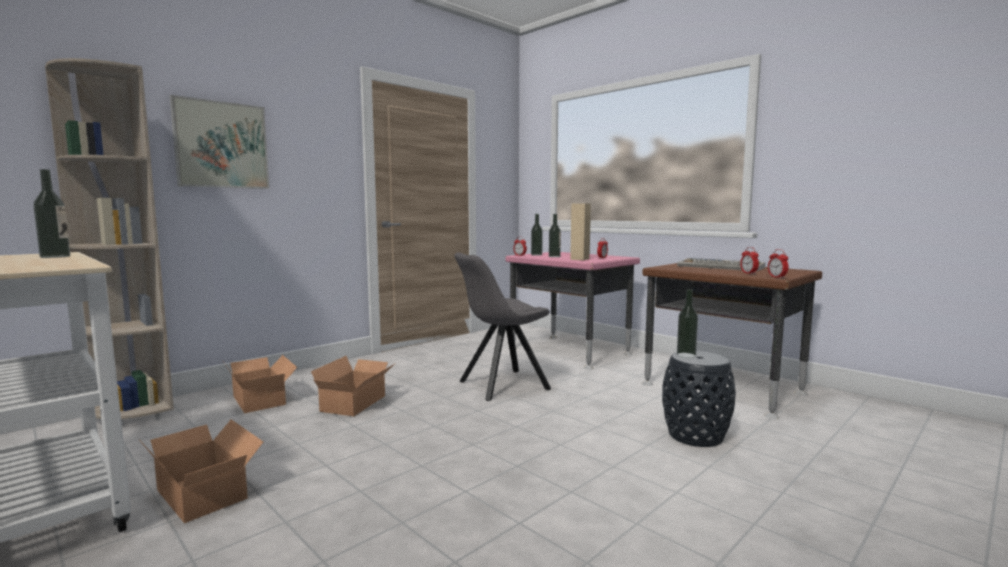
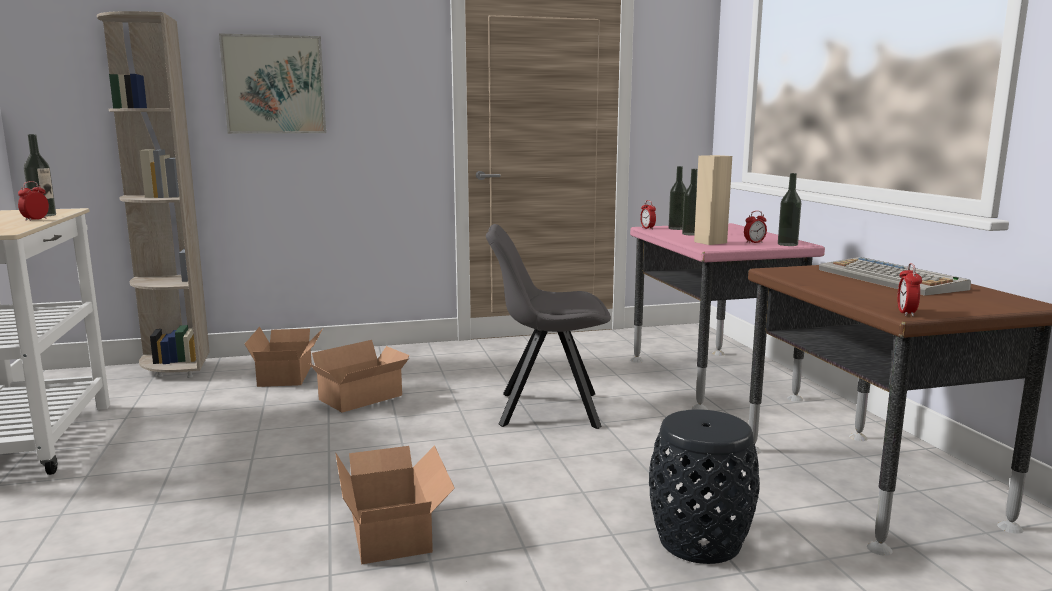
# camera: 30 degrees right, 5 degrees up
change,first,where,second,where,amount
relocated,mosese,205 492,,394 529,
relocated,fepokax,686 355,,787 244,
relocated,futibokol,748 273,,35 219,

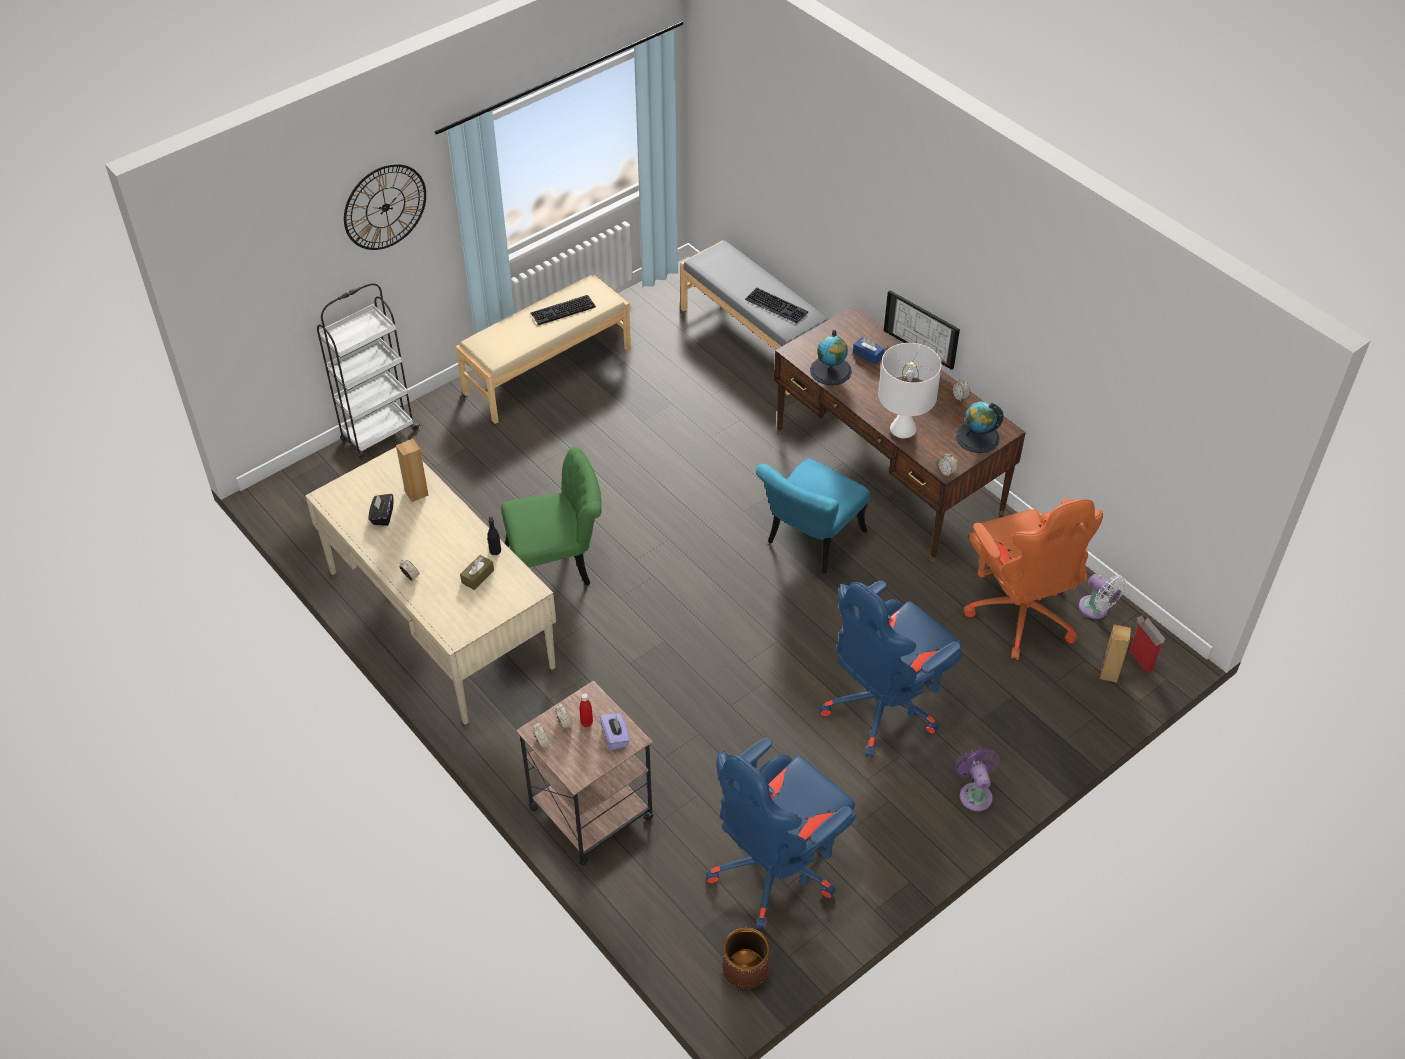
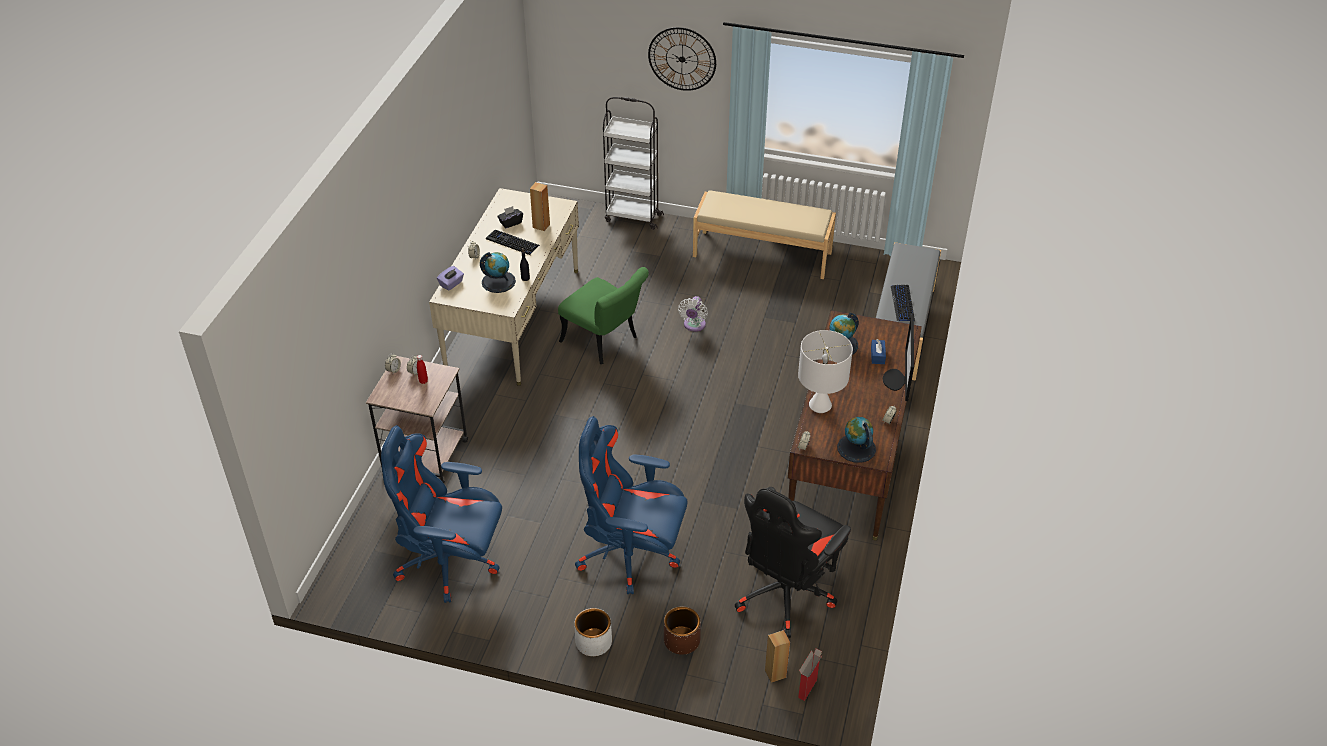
# camera: 55 degrees right, 5 degrees down
change,first,where,second,where,amount
missing,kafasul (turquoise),810 543,,,
relocated,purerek,562 311,,512 243,
relocated,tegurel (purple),615 737,,451 284,
relocated,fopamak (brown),745 968,,681 640,
relocated,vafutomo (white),1096 609,,694 326,
exchanged,tegurel (brown),477 576,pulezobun,498 281,
exchanged,vafutomo (purple),975 793,fopamak (white),593 642,
colour,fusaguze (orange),1017 607,fusaguze (black),789 589,

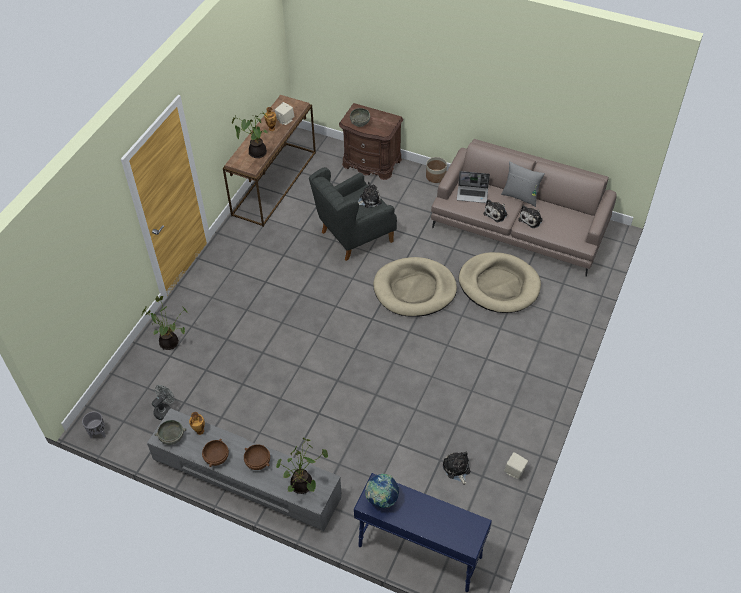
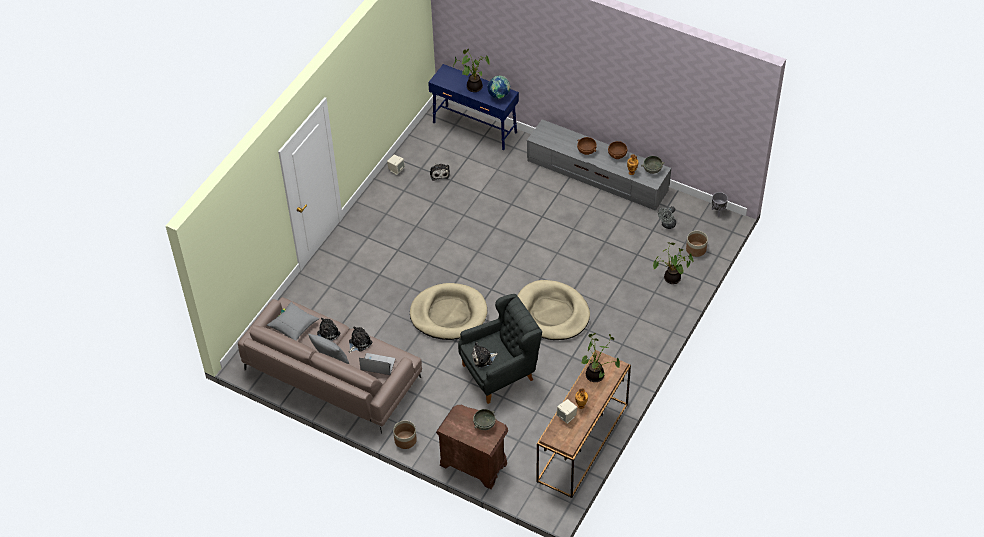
# camera: 175 degrees left, 0 degrees up
change,first,where,second,where,amount
appeared,,,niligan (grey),294 326,
appeared,,,fopamak,696 249,
relocated,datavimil,303 486,,473 86,
relocated,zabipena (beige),499 285,,552 313,

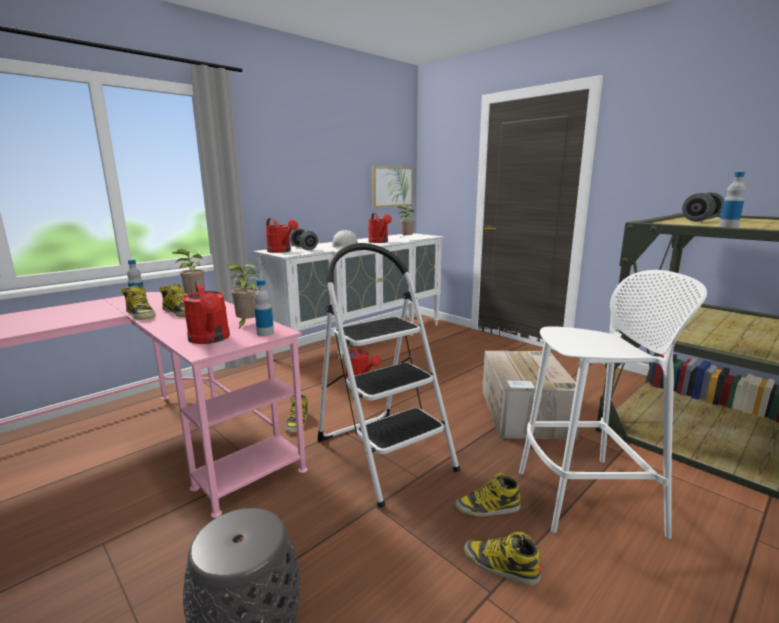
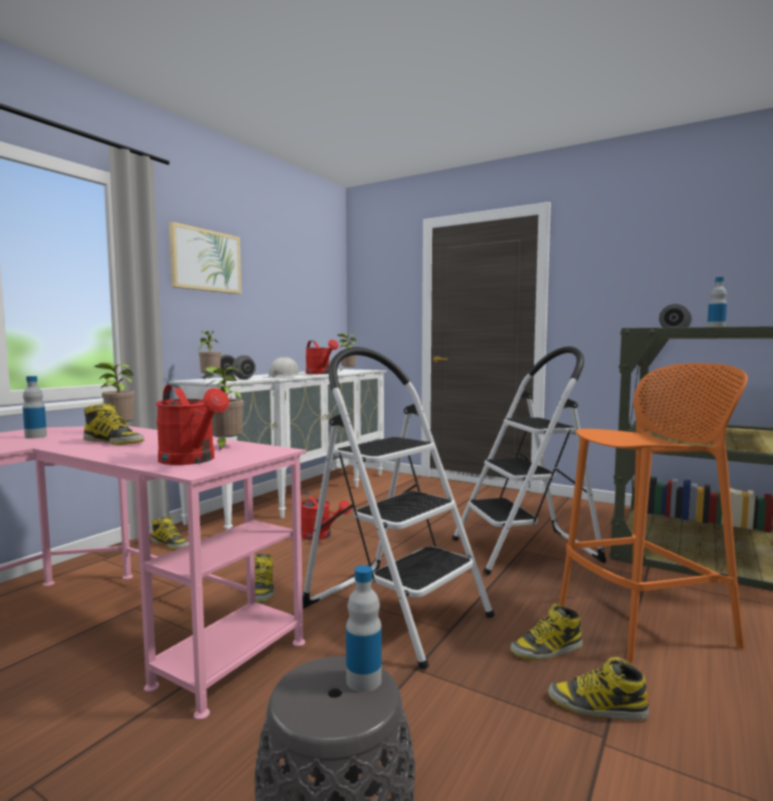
# camera: 15 degrees left, 10 degrees down
change,first,where,second,where,amount
relocated,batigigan,141 315,,170 544,
relocated,fepokax,265 333,,364 680,
relocated,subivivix,392 186,,206 260,
exchanged,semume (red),281 251,datavimil,210 380,
exchanged,mosese,525 413,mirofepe,529 551,
colour,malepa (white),588 497,malepa (orange),642 622,

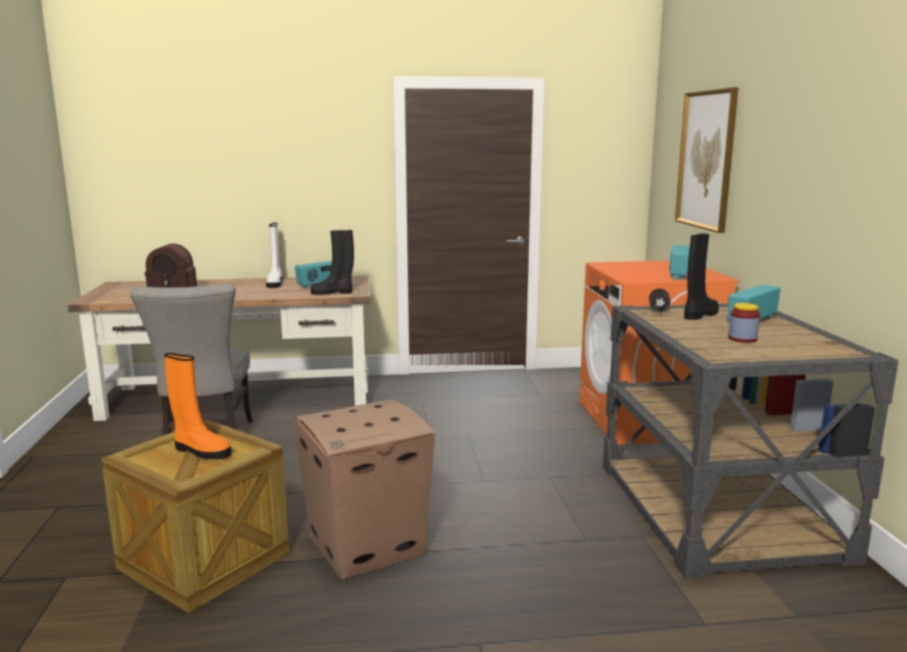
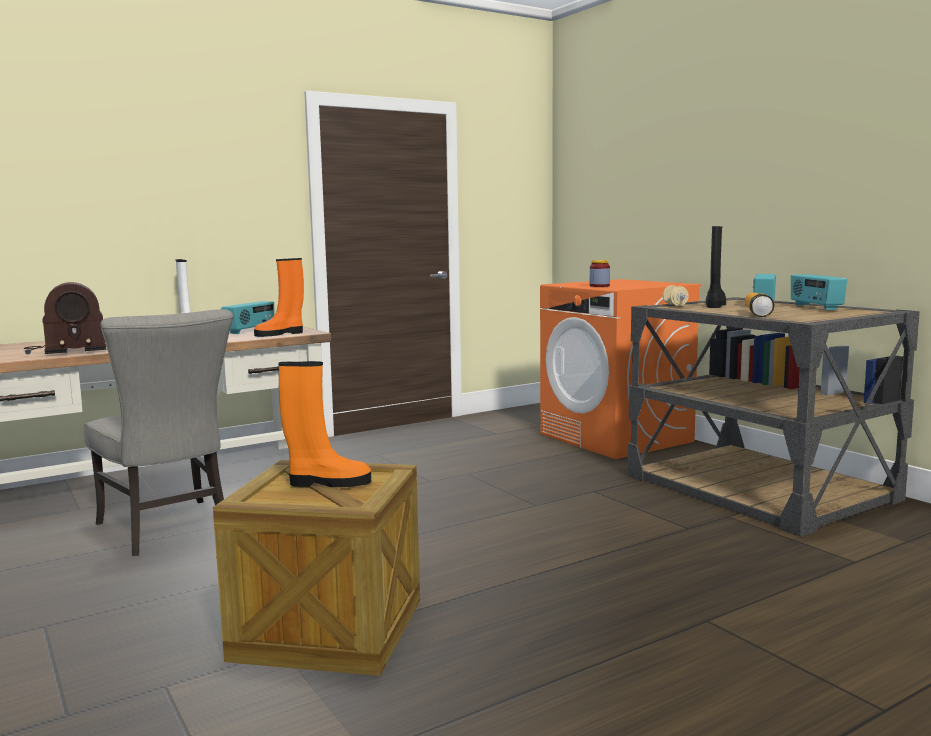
# camera: 25 degrees left, 5 degrees down
change,first,where,second,where,amount
missing,mosese,368 545,,,
missing,subivivix,706 160,,,
appeared,,,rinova,757 314,
relocated,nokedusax,677 274,,815 307,
relocated,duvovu,742 339,,599 286,
colour,batigigan (black),333 292,batigigan (orange),280 334,
colour,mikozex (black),658 309,mikozex (beige),675 305,

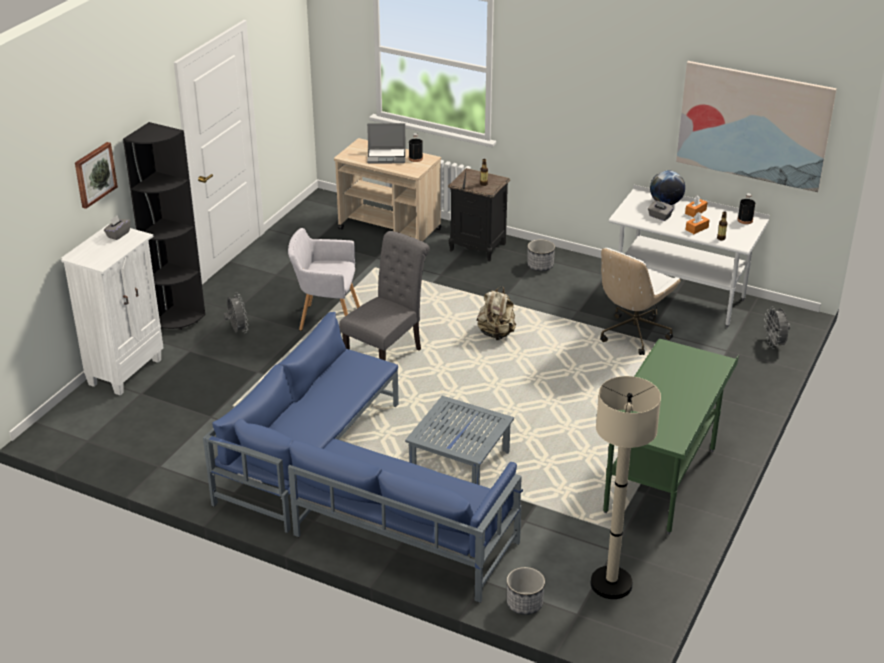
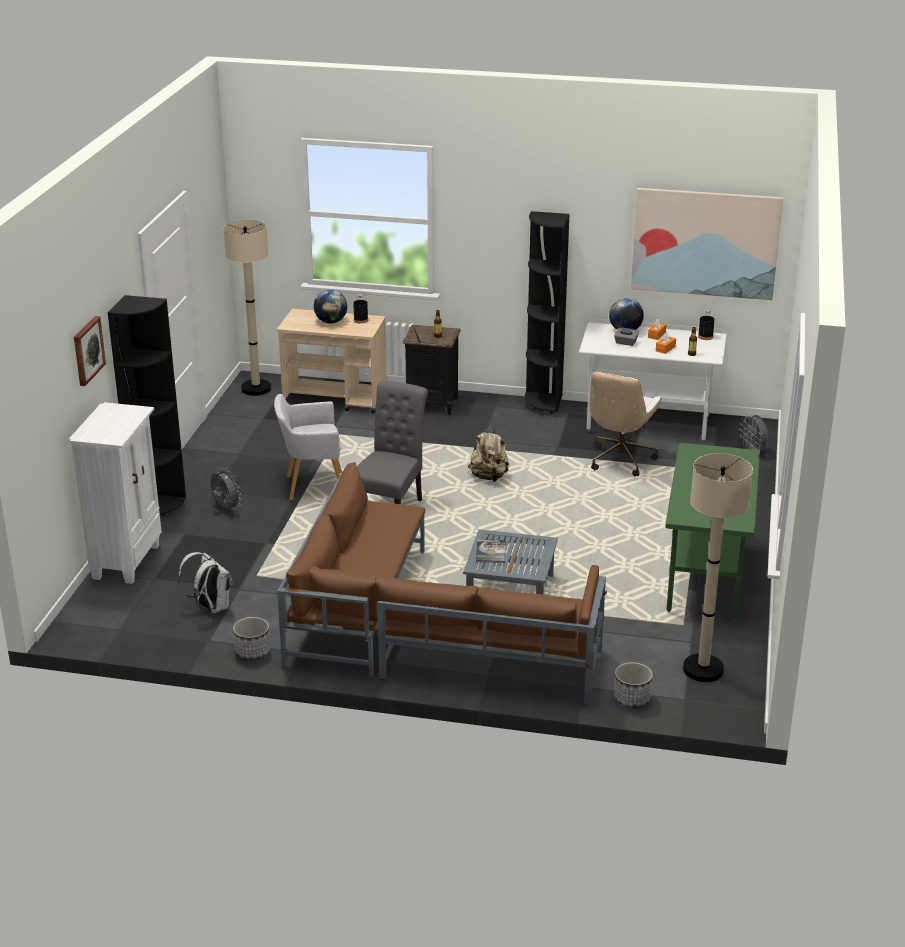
# camera: 15 degrees left, 5 degrees down
change,first,where,second,where,amount
missing,tegurel (grey),118 234,,,
appeared,,,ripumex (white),211 607,
appeared,,,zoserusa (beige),256 389,
appeared,,,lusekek,491 552,
appeared,,,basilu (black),542 406,
relocated,fopamak,540 266,,252 652,
exchanged,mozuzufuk,387 156,pulezobun,331 322,
colour,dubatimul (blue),370 486,dubatimul (brown),433 625,

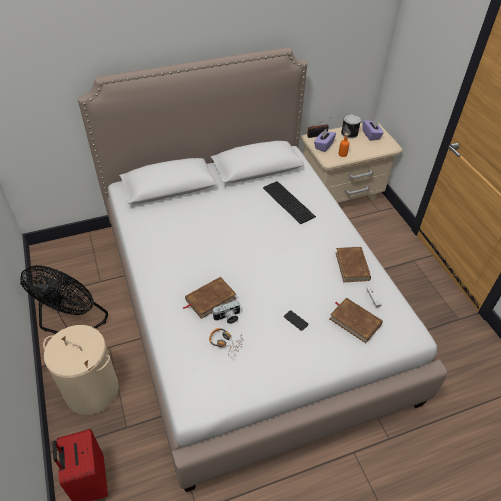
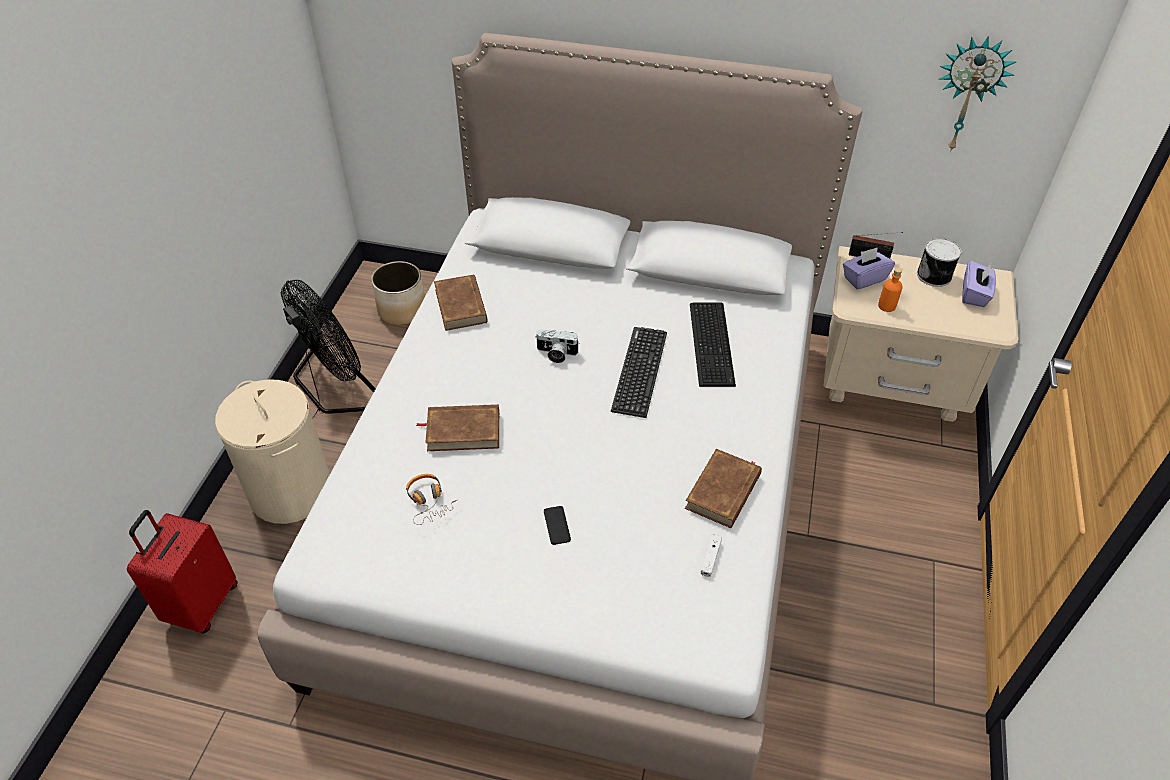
# camera: 35 degrees right, 0 degrees up
change,first,where,second,where,amount
appeared,,,fopamak,402 310,
appeared,,,purerek,639 371,
appeared,,,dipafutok,968 94,
relocated,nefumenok,228 317,,556 354,
relocated,lusekek (brown),355 321,,461 306,

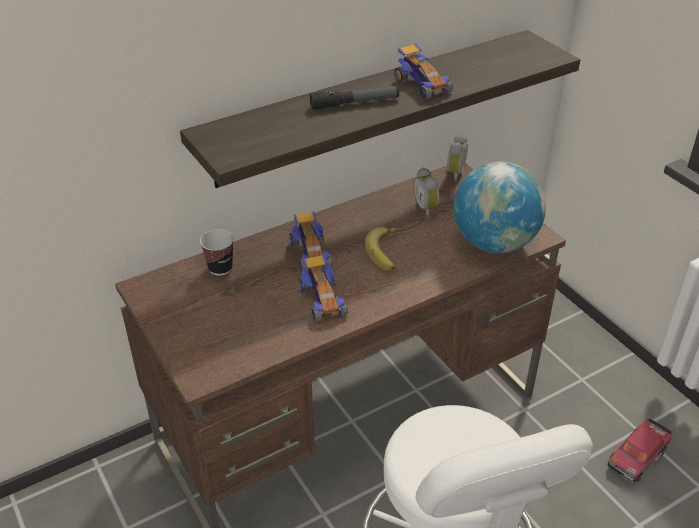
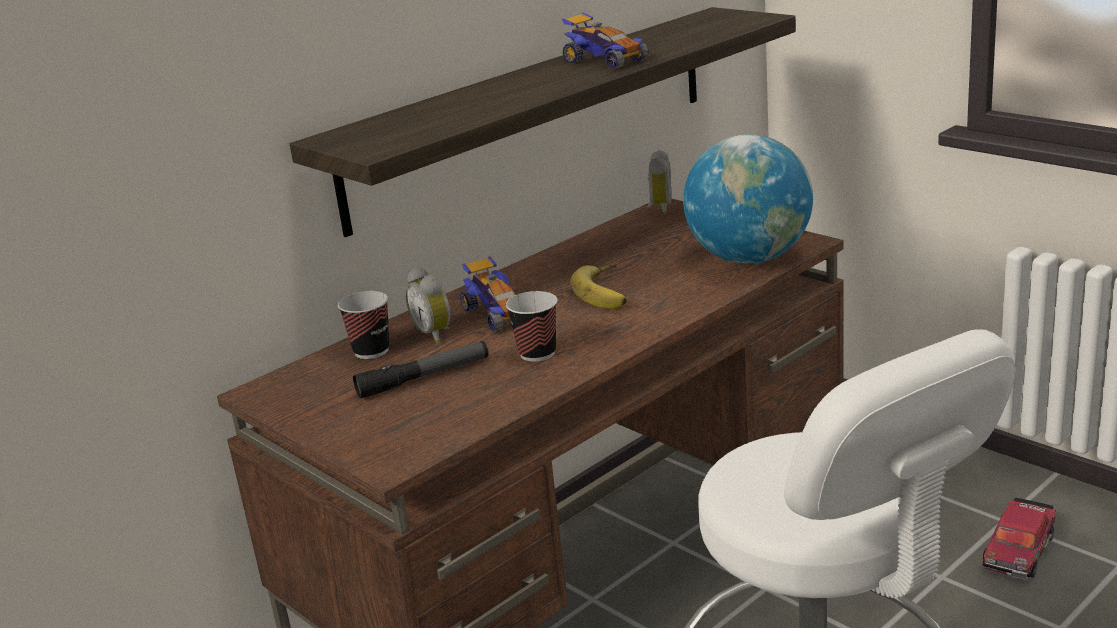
# camera: 10 degrees left, 15 degrees down
change,first,where,second,where,amount
relocated,rinova,354 103,,424 378,
relocated,futibokol,427 208,,435 334,
exchanged,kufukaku,322 300,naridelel,537 353,

